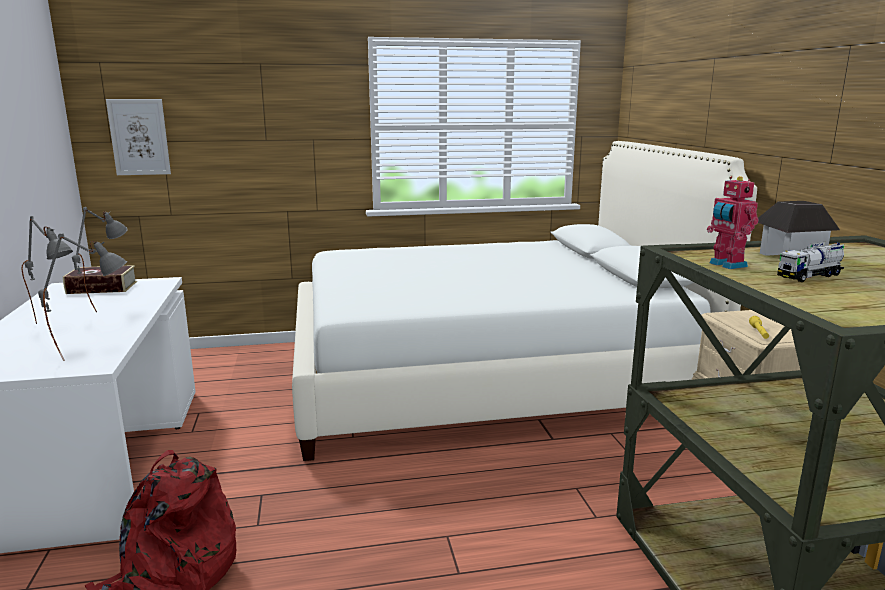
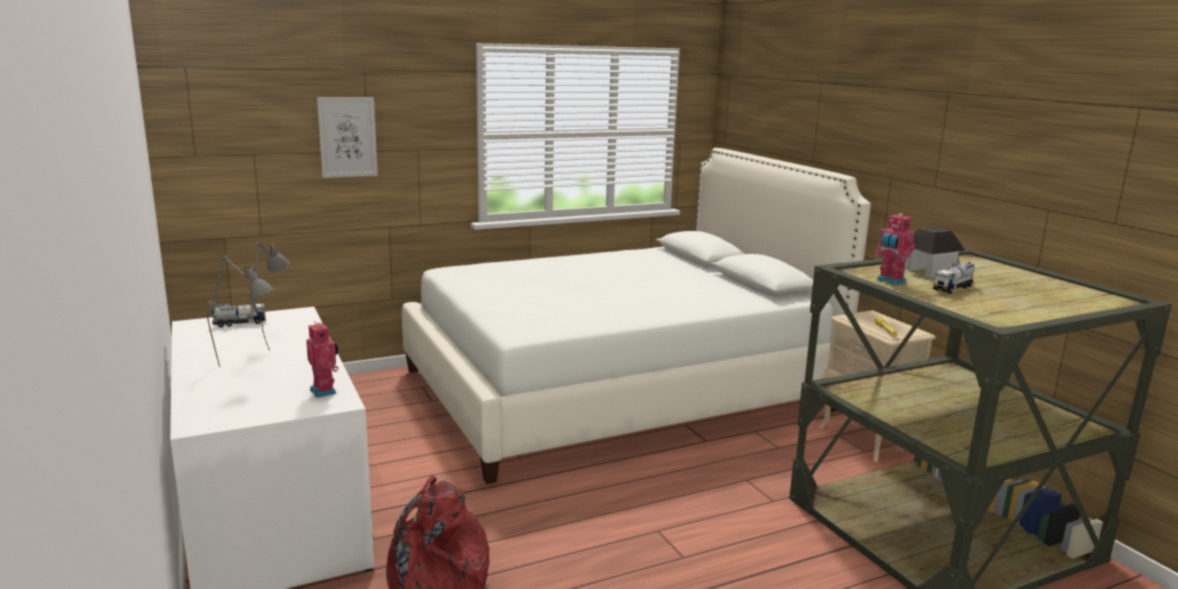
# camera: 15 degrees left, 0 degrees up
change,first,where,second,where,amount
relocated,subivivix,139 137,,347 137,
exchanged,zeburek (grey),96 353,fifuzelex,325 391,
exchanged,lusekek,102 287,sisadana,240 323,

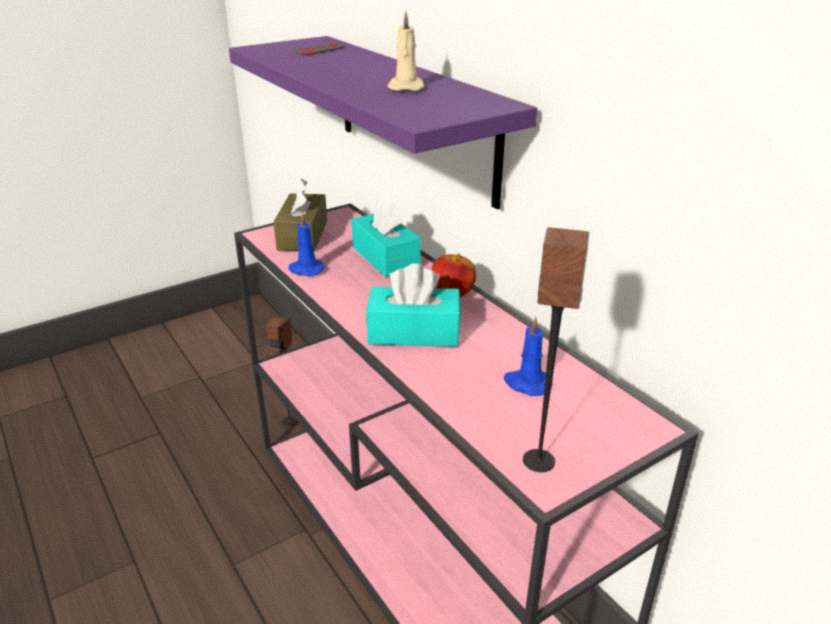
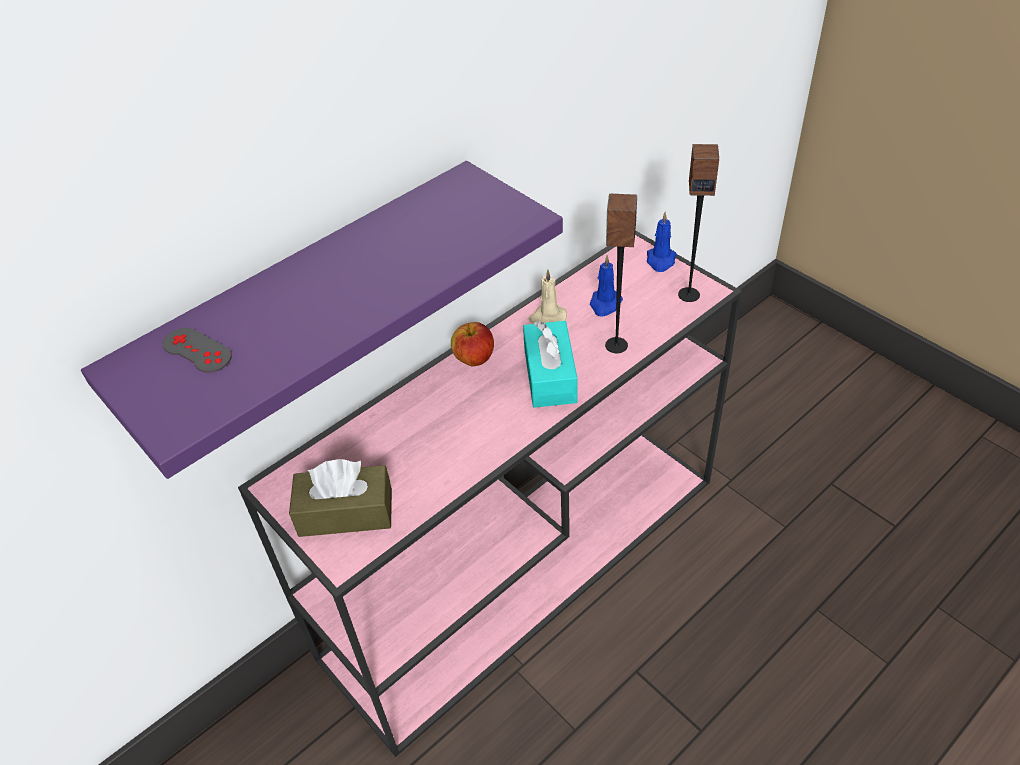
# camera: 95 degrees left, 15 degrees up
change,first,where,second,where,amount
missing,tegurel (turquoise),385 257,,,
relocated,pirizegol,290 421,,616 345,
relocated,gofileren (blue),305 269,,660 260,
relocated,gofileren (beige),406 87,,547 317,

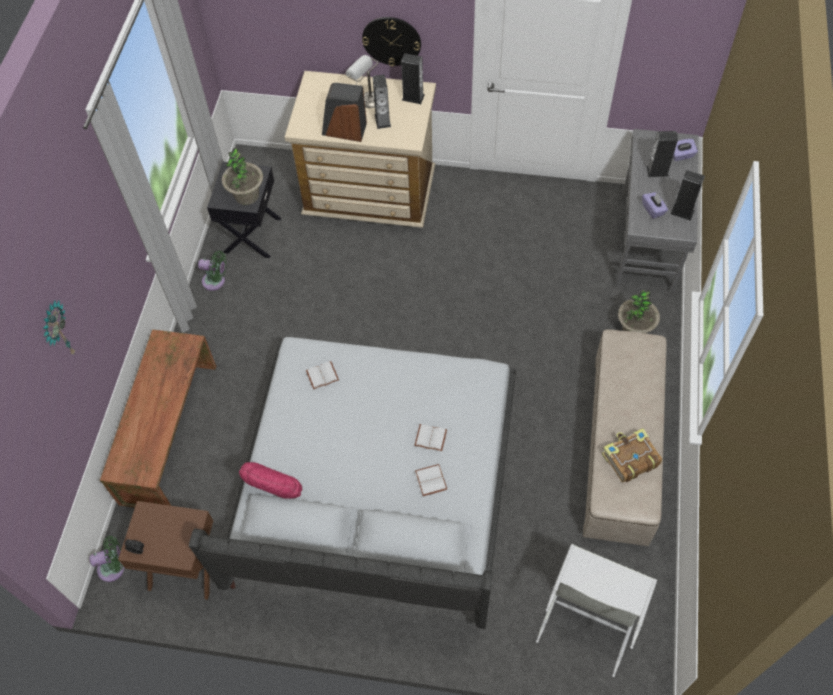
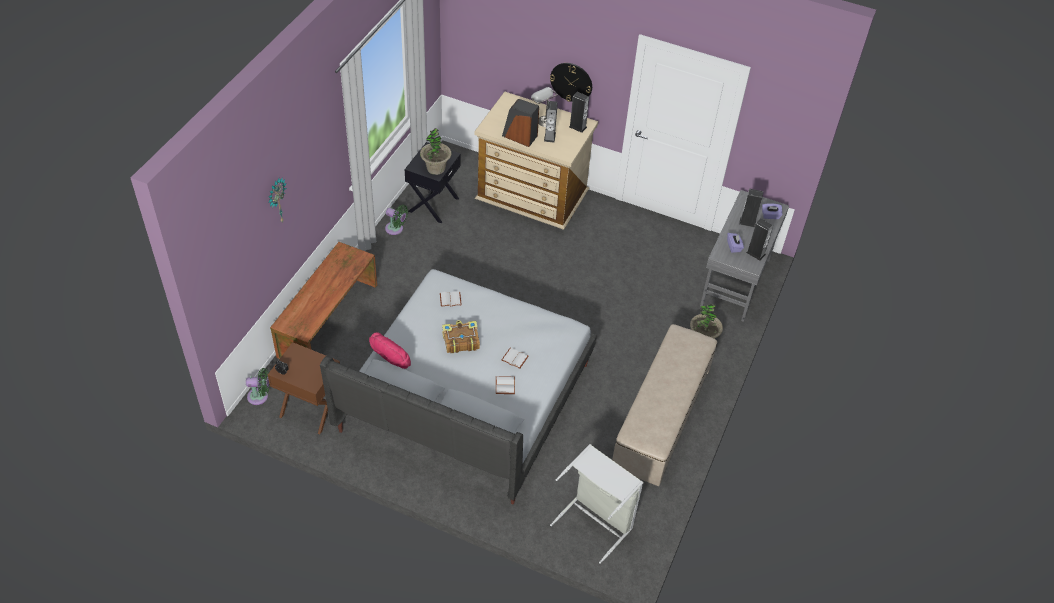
# camera: 10 degrees right, 10 degrees down
change,first,where,second,where,amount
relocated,lusekek,629 459,,460 341,

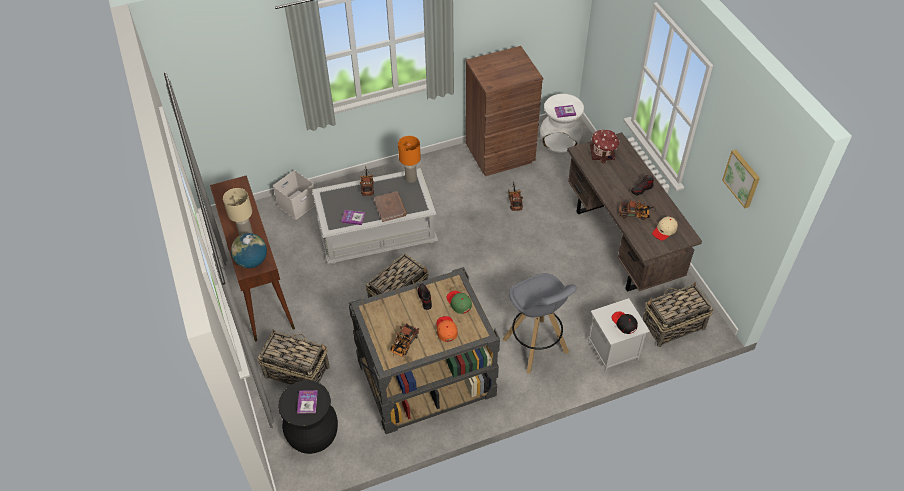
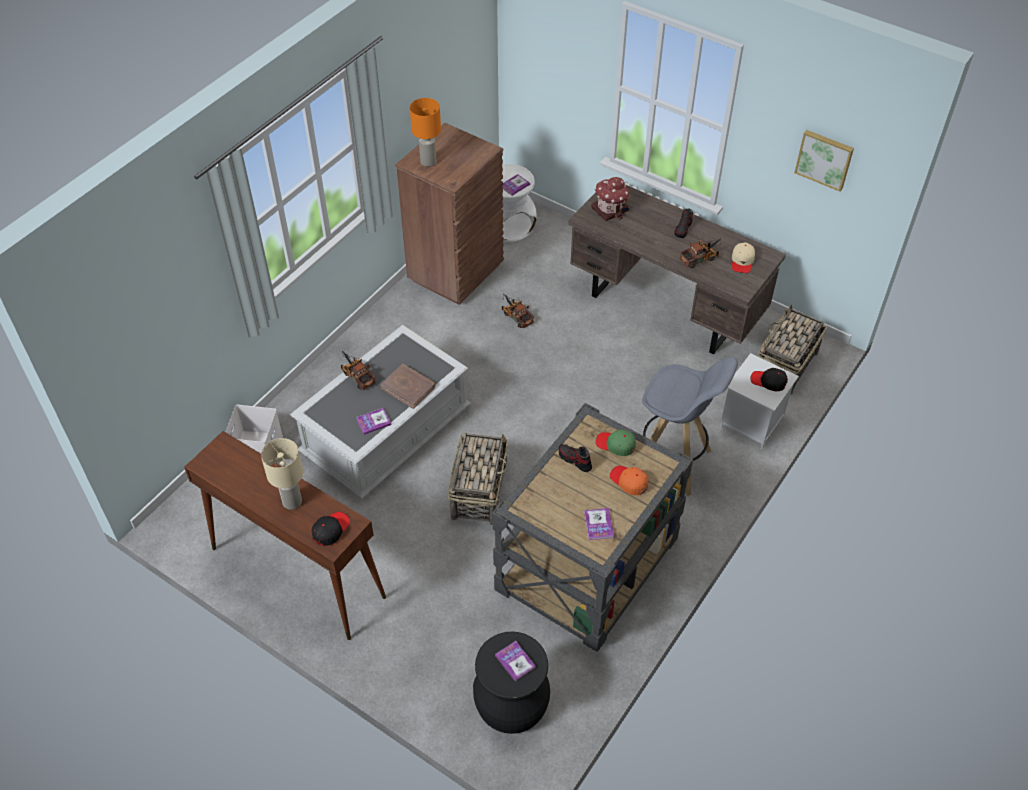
# camera: 35 degrees left, 0 degrees up
change,first,where,second,where,amount
missing,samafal,296 371,,,
relocated,zeburek (orange),410 179,,428 162,
exchanged,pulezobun,252 261,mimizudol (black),330 530,
exchanged,sisadana,403 345,lusekek,598 524,

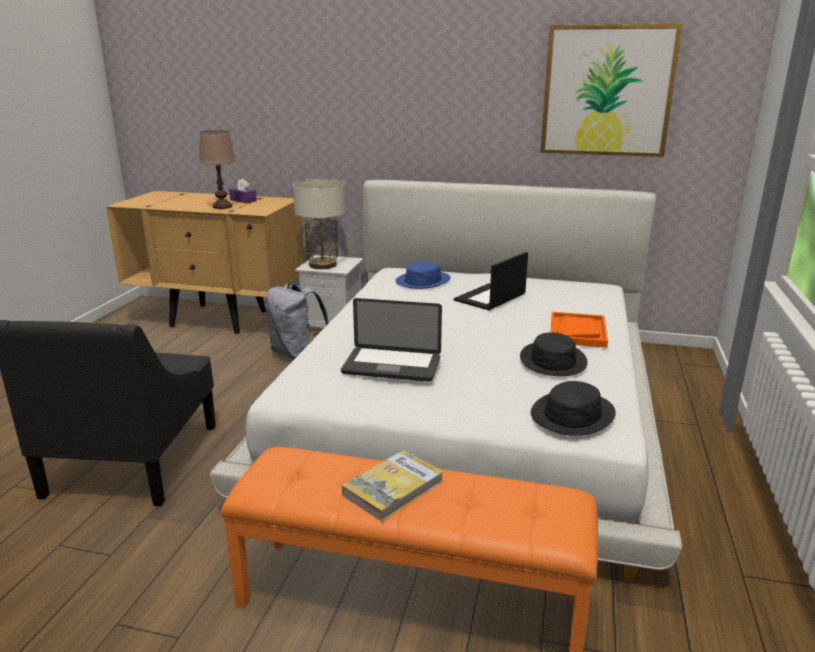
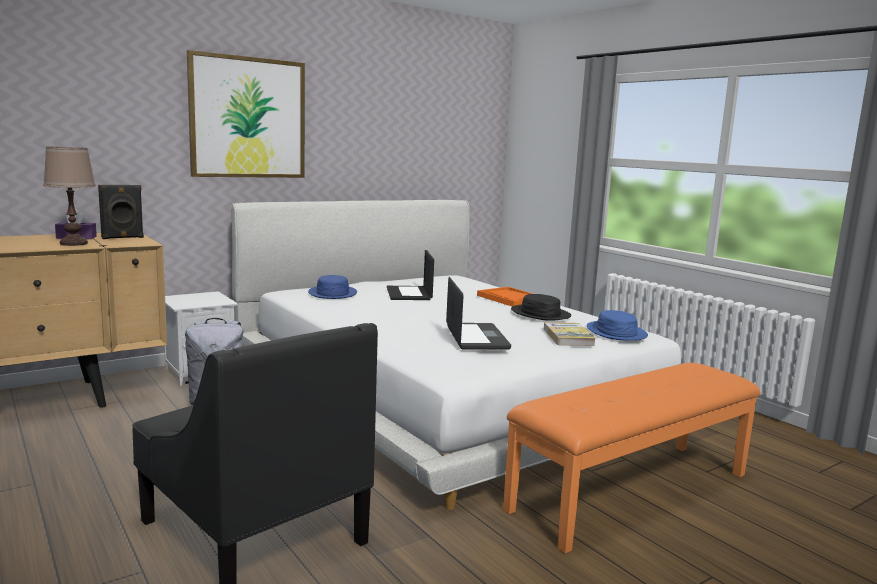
# camera: 50 degrees left, 10 degrees down
change,first,where,second,where,amount
missing,zeburek,322 265,,,
appeared,,,pirizegol (black),122 238,
relocated,lusekek,393 488,,568 337,
relocated,subivivix,607 91,,248 118,
colour,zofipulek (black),572 414,zofipulek (blue),616 332,
spun,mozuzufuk,391 366,,476 338,60 degrees counterclockwise

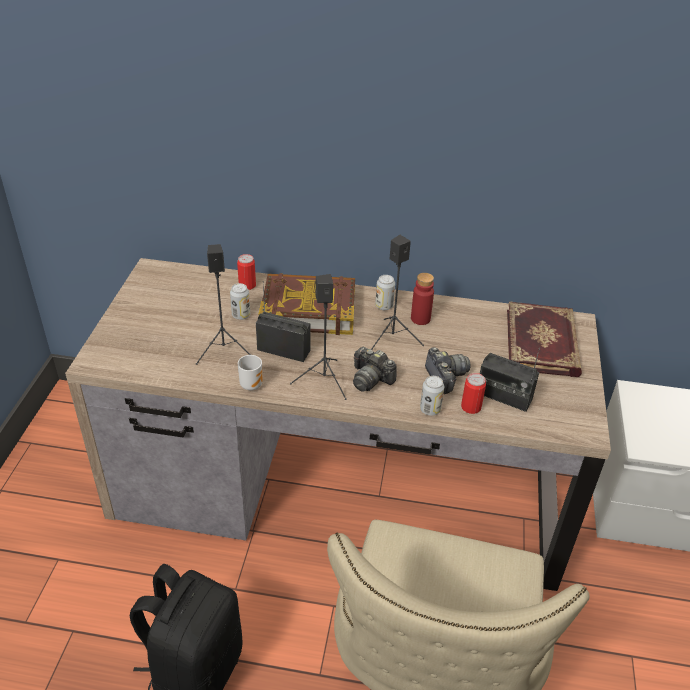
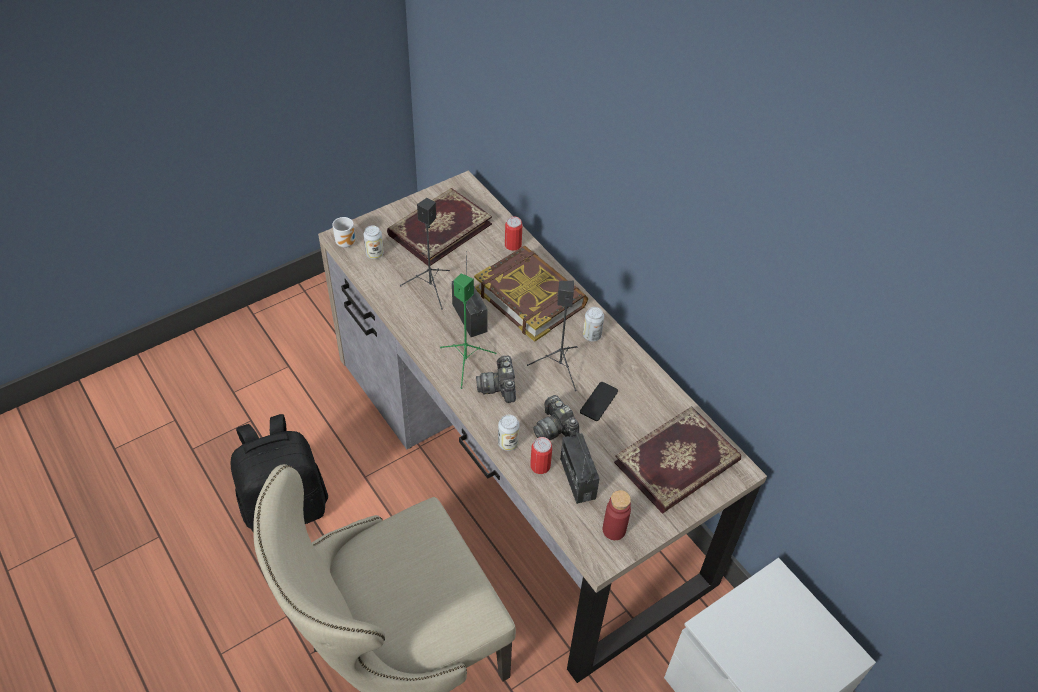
# camera: 45 degrees right, 10 degrees up
change,first,where,second,where,amount
appeared,,,lusekek,439 228,
appeared,,,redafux,599 401,
relocated,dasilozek,241 315,,374 254,
relocated,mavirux,251 384,,347 243,
relocated,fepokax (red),420 319,,614 530,
colour,pirizegol (black),324 380,pirizegol (green),466 362,
spun,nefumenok,445 377,,555 428,120 degrees clockwise

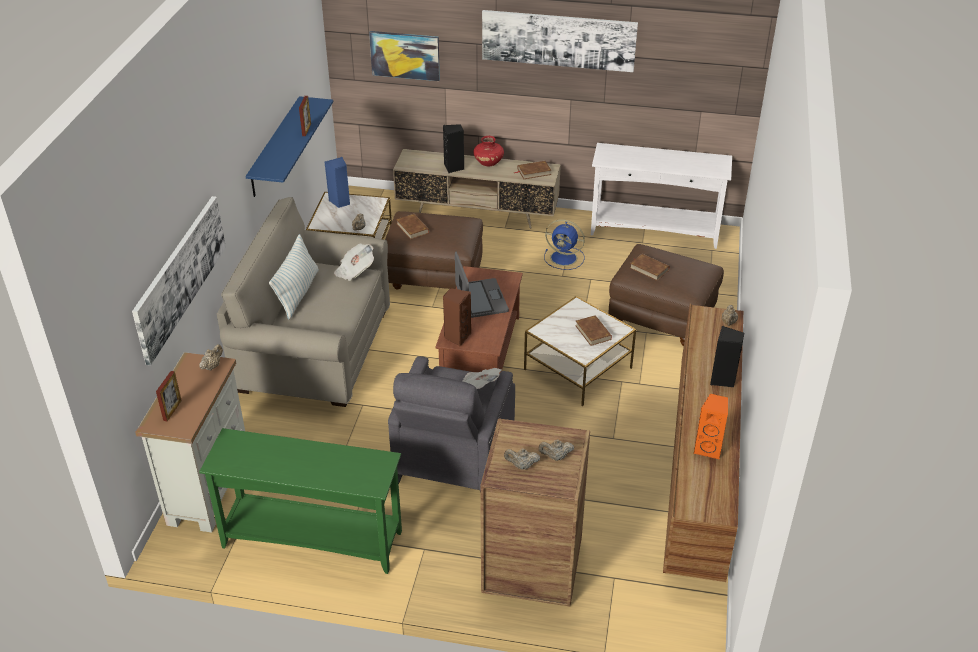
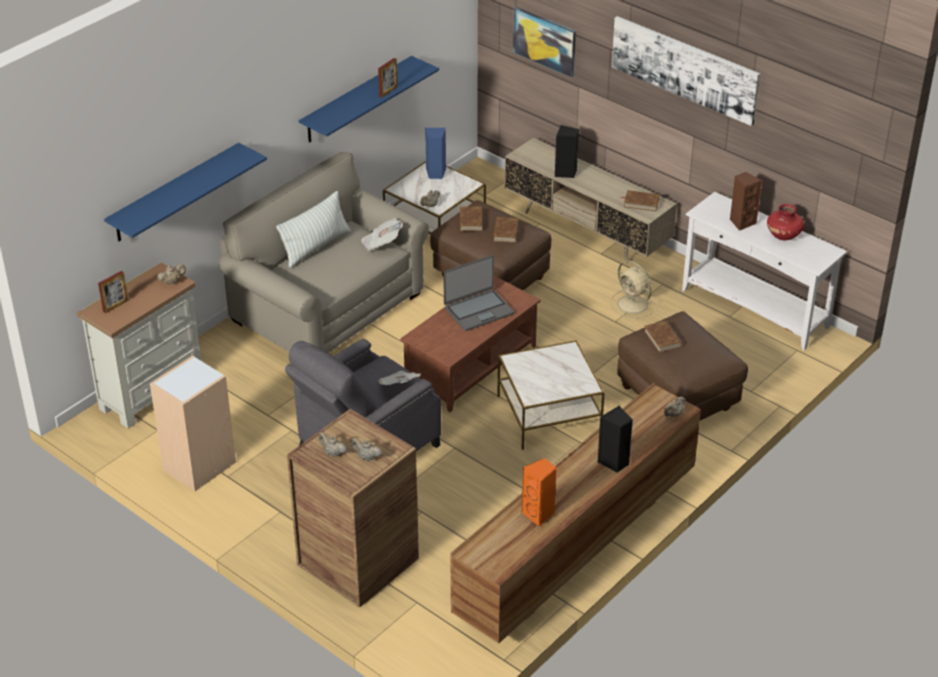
# camera: 30 degrees right, 0 degrees up
change,first,where,second,where,amount
relocated,pirizegol (brown),457 337,,742 222,
relocated,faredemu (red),488 163,,783 236,
relocated,lusekek (brown),593 332,,506 232,
exchanged,subivivix,180 276,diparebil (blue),175 193,
exchanged,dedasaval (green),311 539,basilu,198 466,
colour,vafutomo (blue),565 258,vafutomo (beige),633 305,
spun,mozuzufuk,480 299,,478 310,45 degrees clockwise

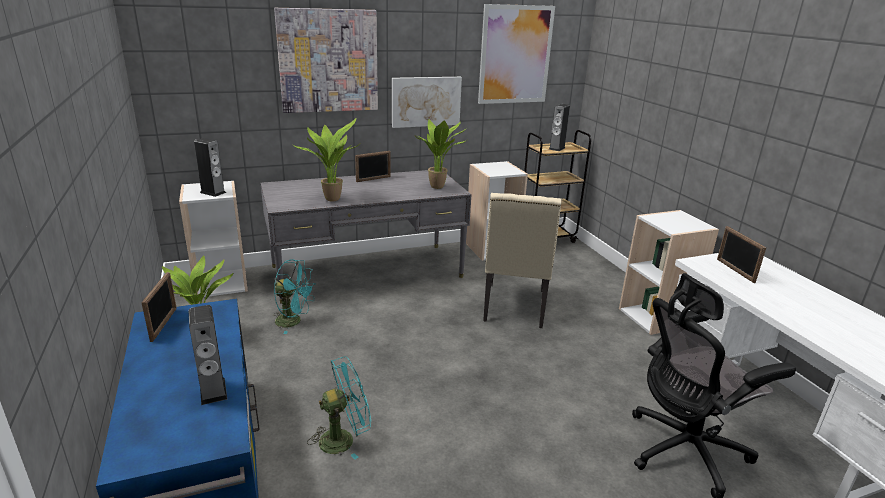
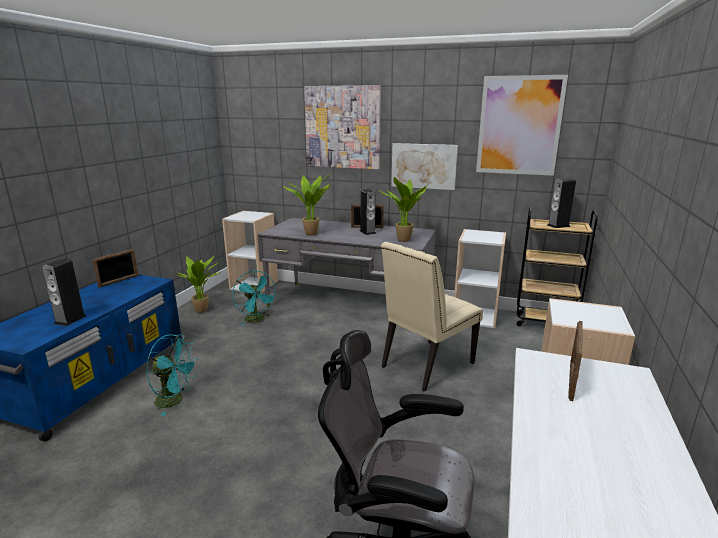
# camera: 40 degrees right, 5 degrees down
change,first,where,second,where,amount
relocated,pirizegol,213 192,,367 232,

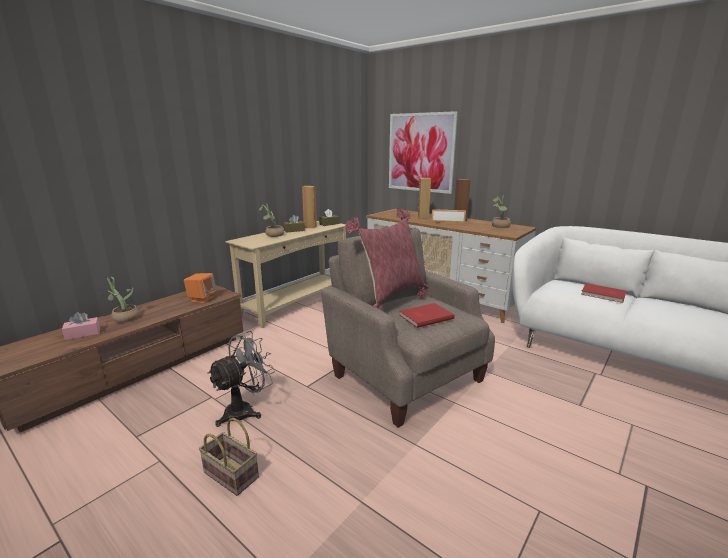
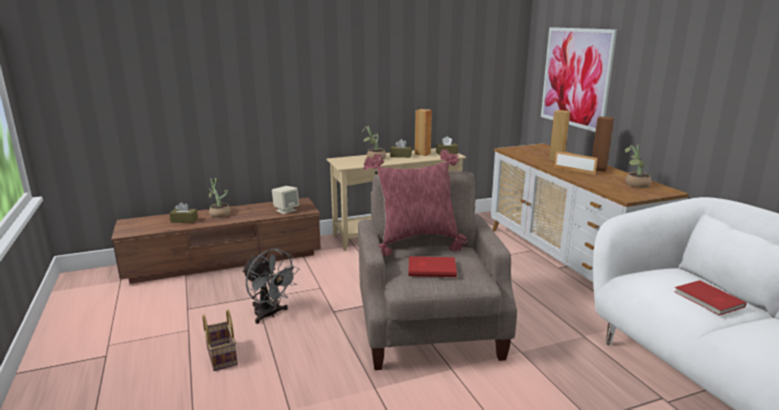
# camera: 30 degrees right, 0 degrees up
change,first,where,second,where,amount
colour,tegurel (pink),83 334,tegurel (brown),184 220,
colour,pirizegol (orange),202 299,pirizegol (beige),286 210,
spun,vafutomo (grey),245 410,,270 315,60 degrees clockwise

